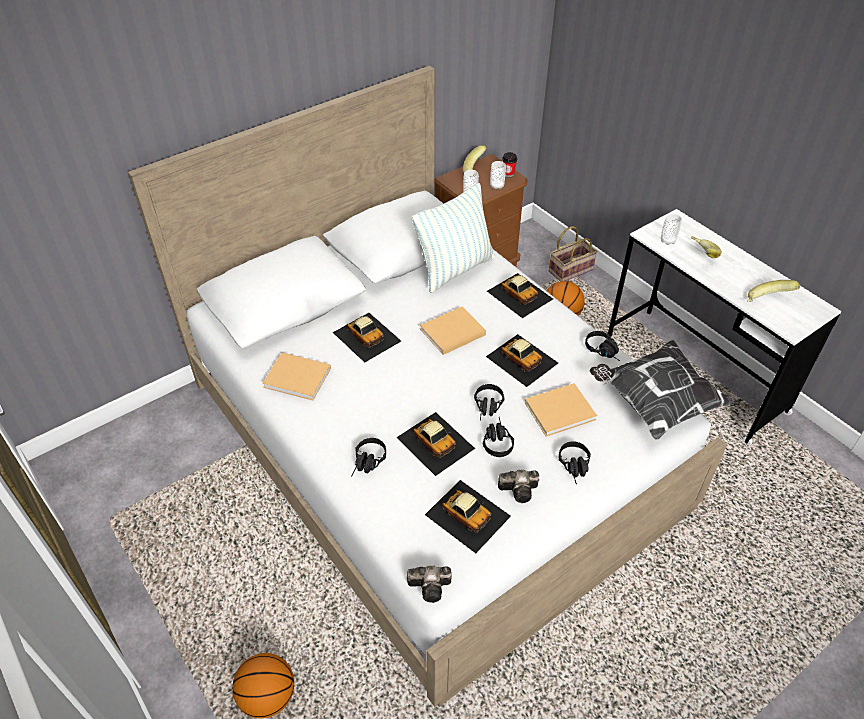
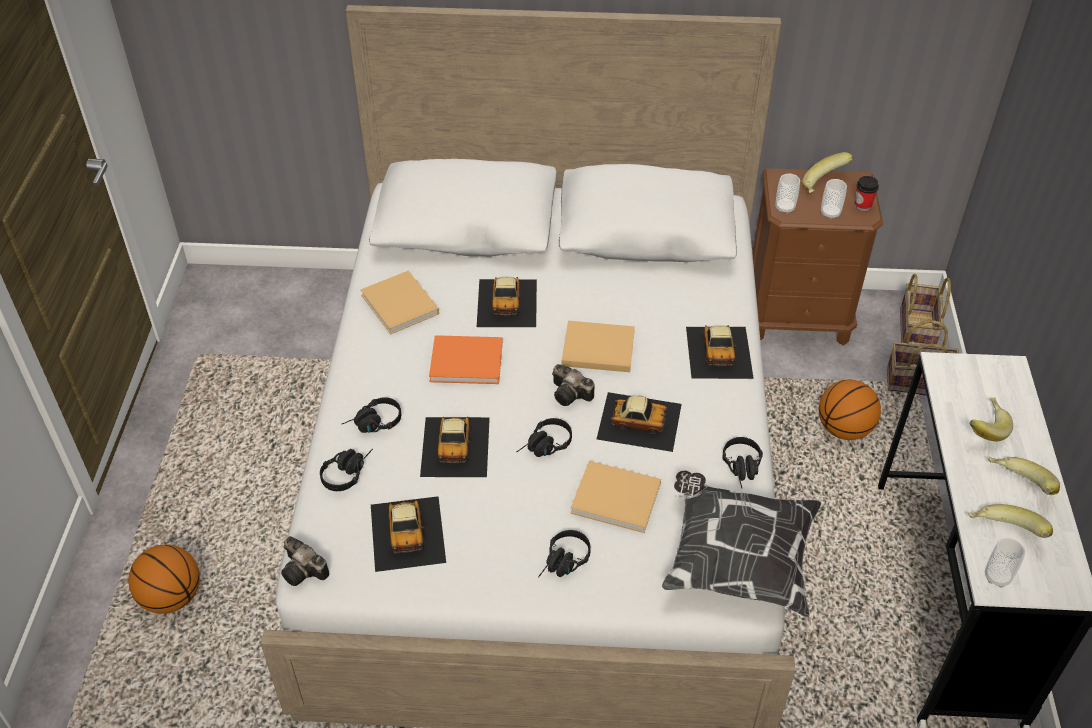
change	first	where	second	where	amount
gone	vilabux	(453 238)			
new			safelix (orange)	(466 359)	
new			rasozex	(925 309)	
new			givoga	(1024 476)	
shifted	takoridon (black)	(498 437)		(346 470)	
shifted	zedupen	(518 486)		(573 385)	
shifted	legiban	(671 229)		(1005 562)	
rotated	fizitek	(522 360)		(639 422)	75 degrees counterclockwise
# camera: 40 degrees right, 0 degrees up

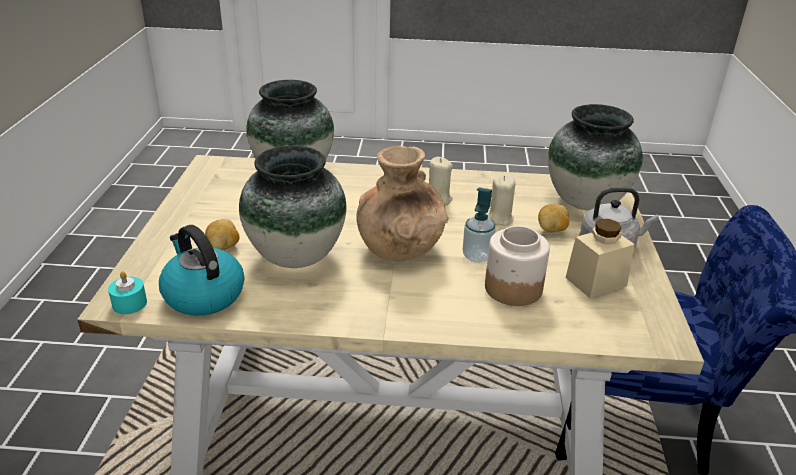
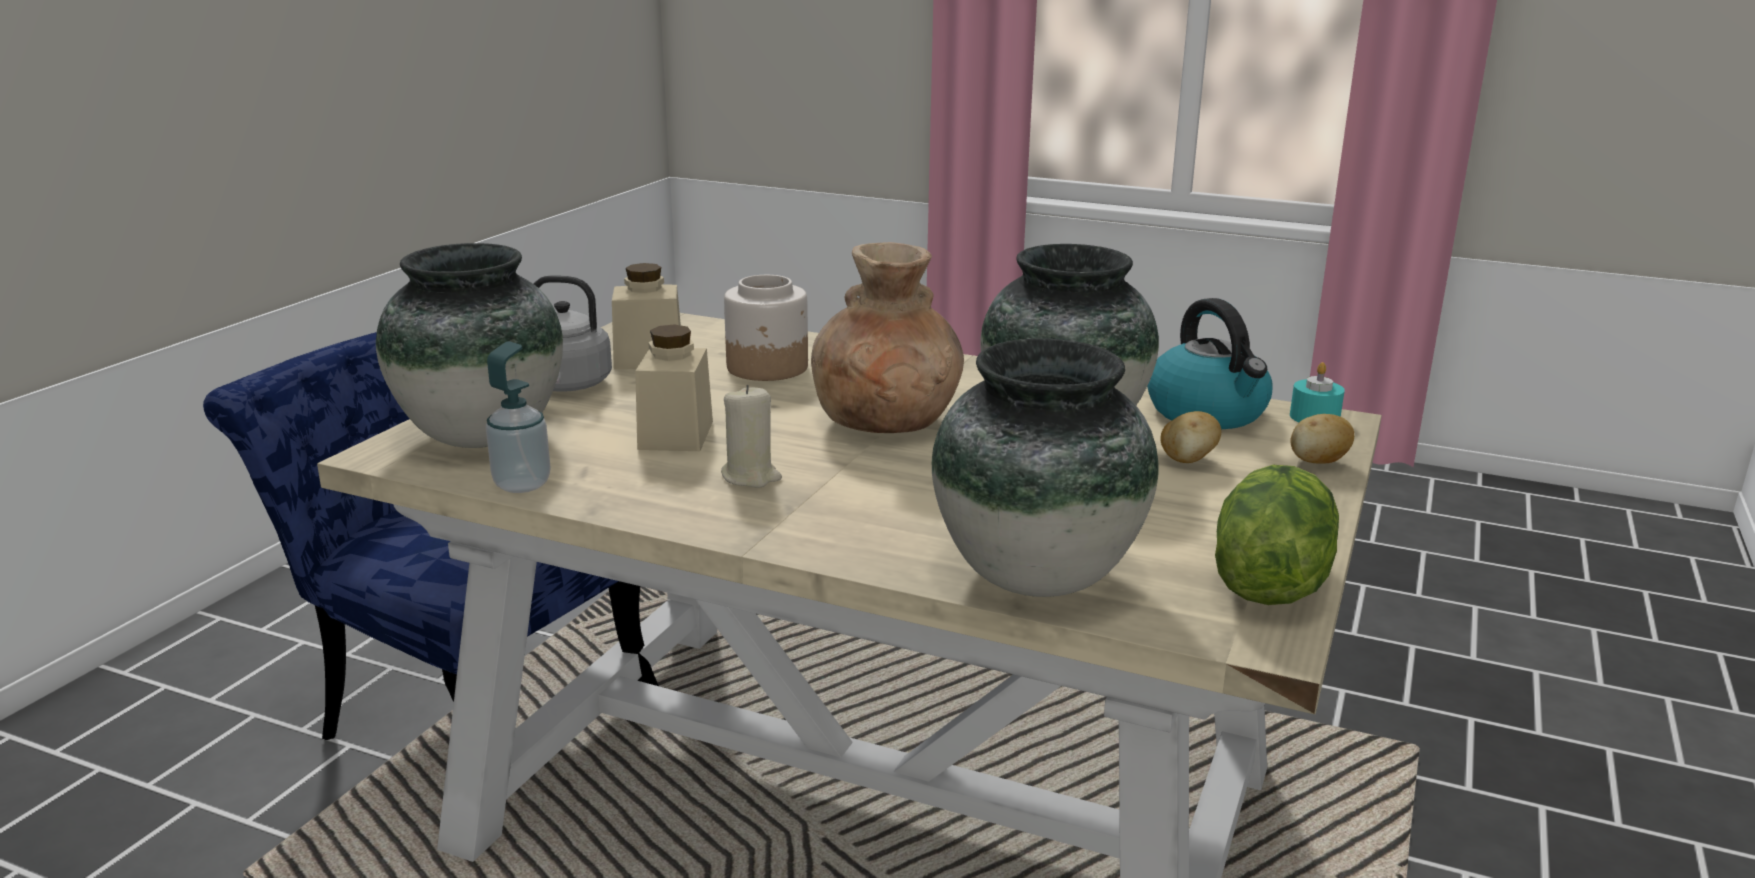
change	first	where	second	where	amount
new			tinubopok	(1277 535)	
shifted	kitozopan	(479 225)		(518 417)	
shifted	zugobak	(553 218)		(1322 438)	
swapped	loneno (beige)	(501 200)	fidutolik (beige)	(674 388)	
# camera: 160 degrees left, 10 degrees down

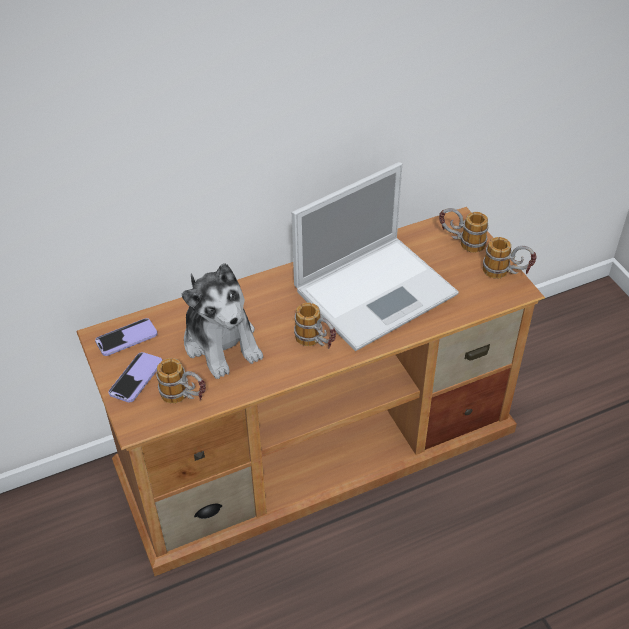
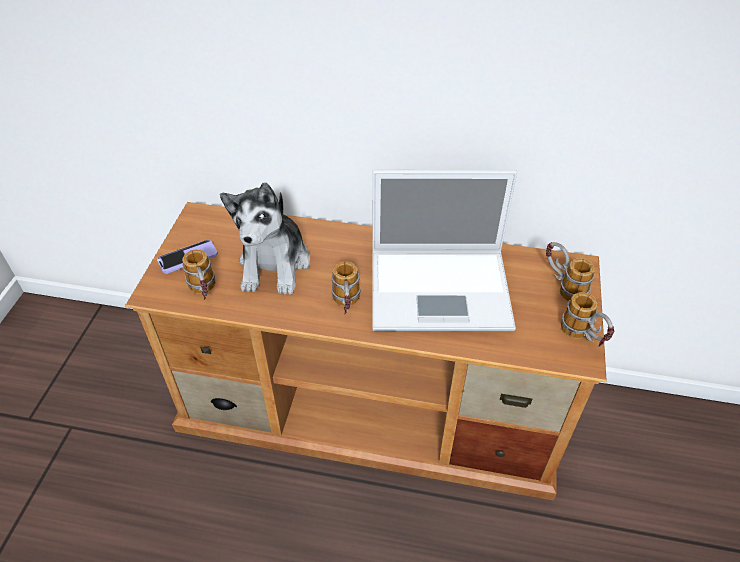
change	first	where	second	where	amount
gone	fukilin	(126 337)			
# camera: 35 degrees right, 0 degrees up

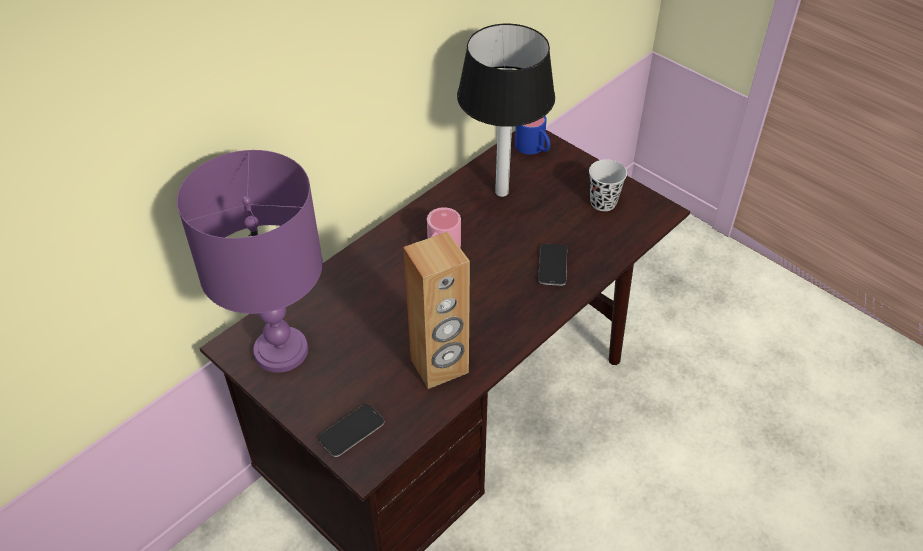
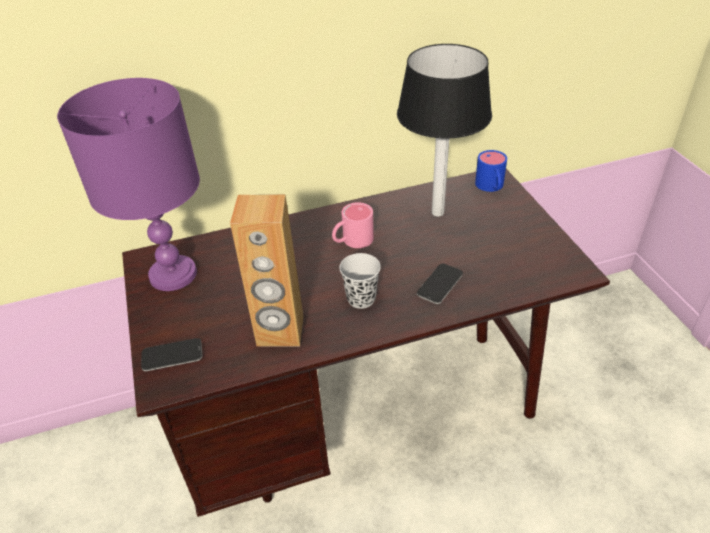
change	first	where	second	where	amount
shifted	legiban (black)	(608 185)		(360 281)	
# camera: 30 degrees right, 5 degrees down

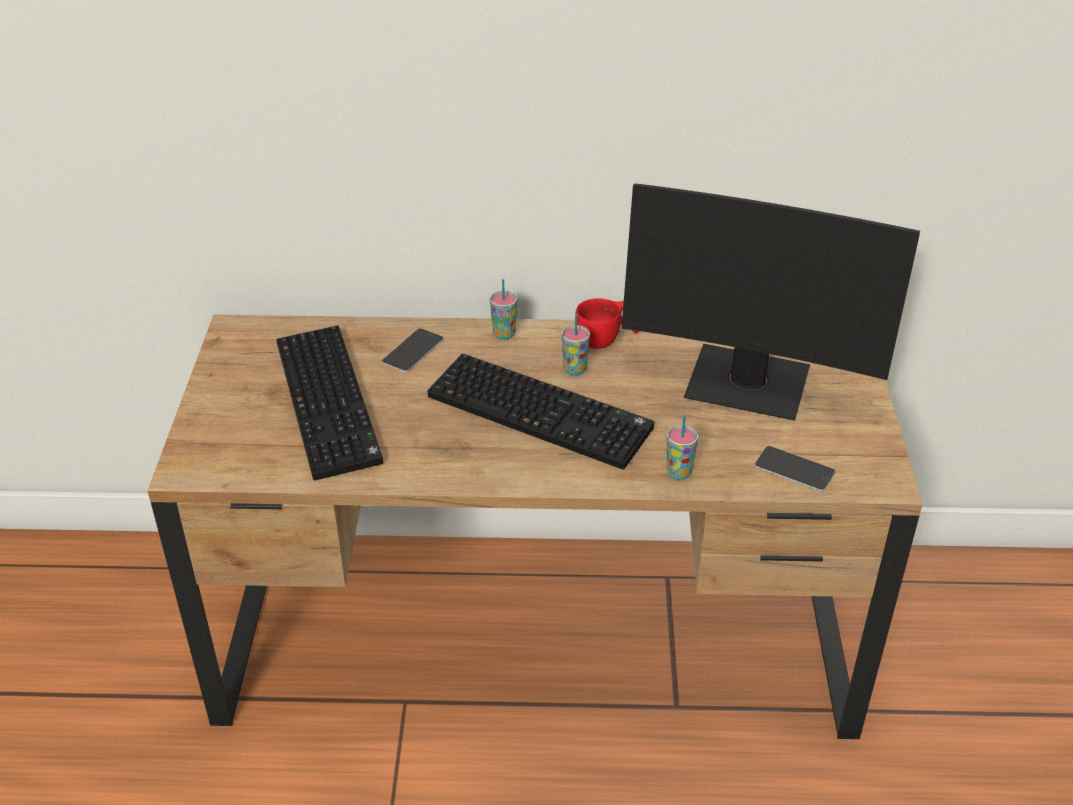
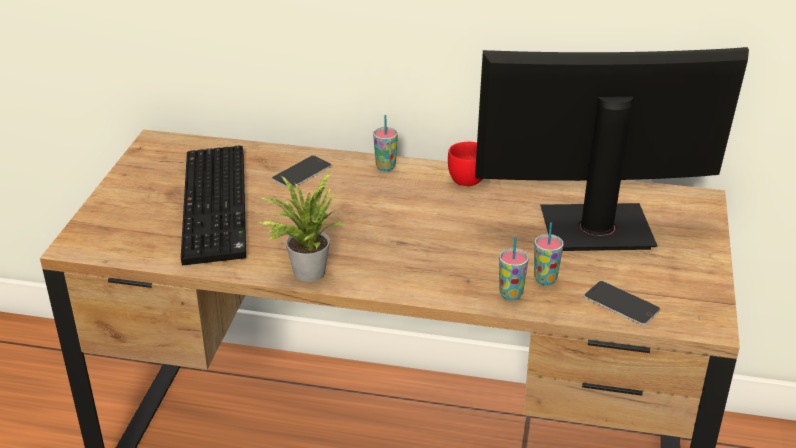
change	first	where	second	where	amount
gone	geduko	(540 412)			
new			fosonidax	(302 227)	
shifted	legiban	(576 345)		(549 253)	
rotated	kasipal	(771 302)		(612 149)	150 degrees clockwise
# camera: 10 degrees right, 5 degrees down

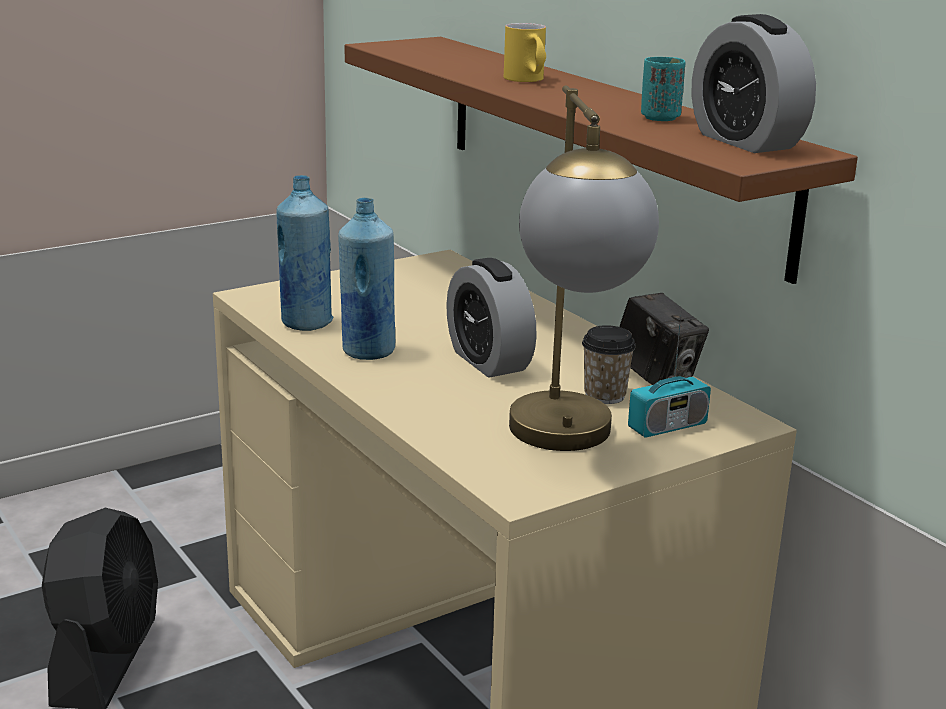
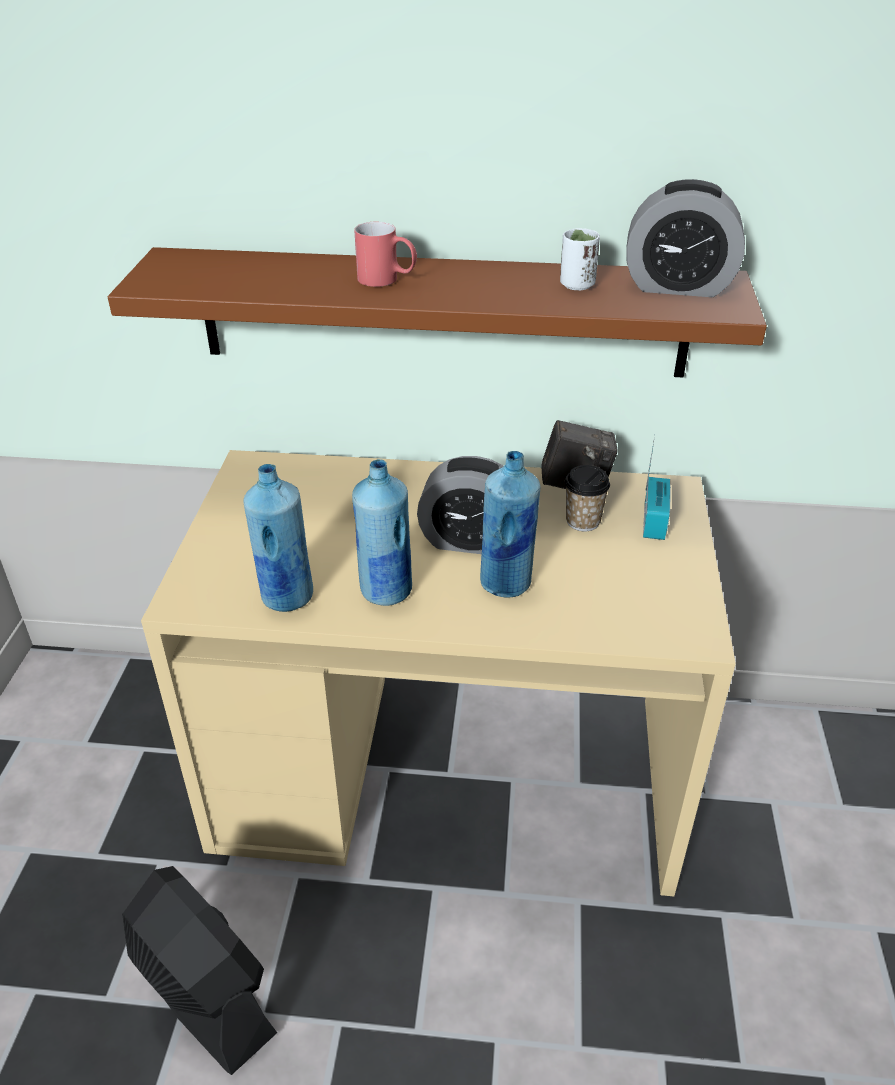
change	first	where	second	where	amount
gone	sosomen	(584 268)			
new			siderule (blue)	(510 524)	
repainted	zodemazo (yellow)	(525 52)	zodemazo (red)	(385 254)	
repainted	legiban (turquoise)	(663 89)	legiban (white)	(580 259)	
# camera: 50 degrees left, 15 degrees up

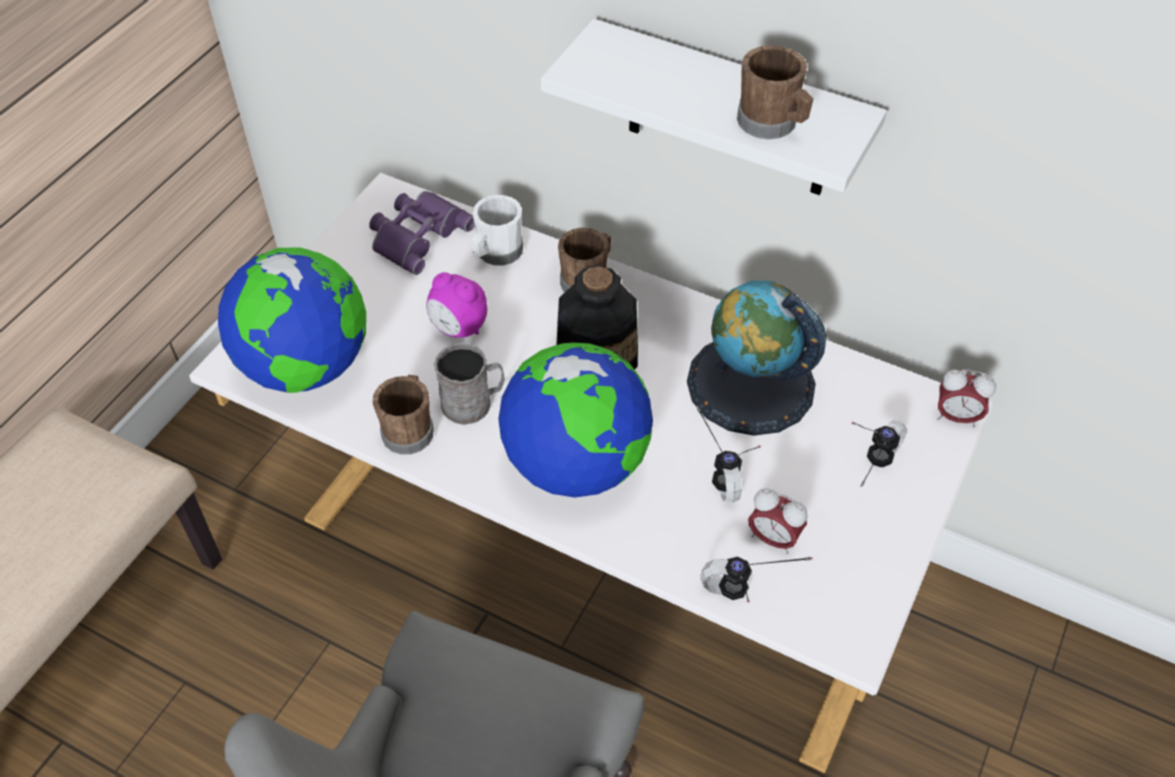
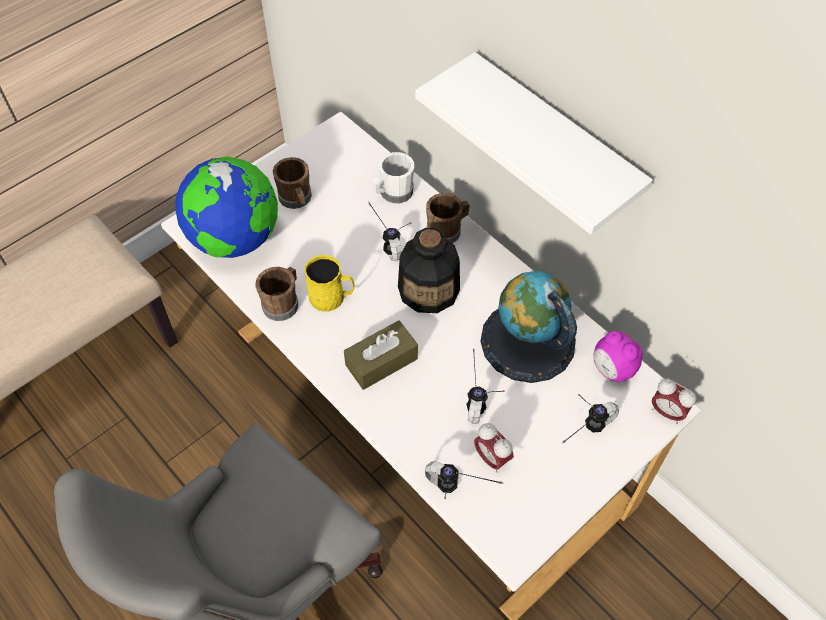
change	first	where	second	where	amount
gone	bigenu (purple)	(422 233)			
new			takoridon	(389 231)	
shifted	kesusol	(456 305)		(618 356)	
shifted	zodemazo (brown)	(775 92)		(292 183)	
swapped	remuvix	(575 420)	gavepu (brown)	(381 355)	
repainted	zodemazo (grey)	(469 384)	zodemazo (yellow)	(329 283)	
# camera: 20 degrees right, 5 degrees up

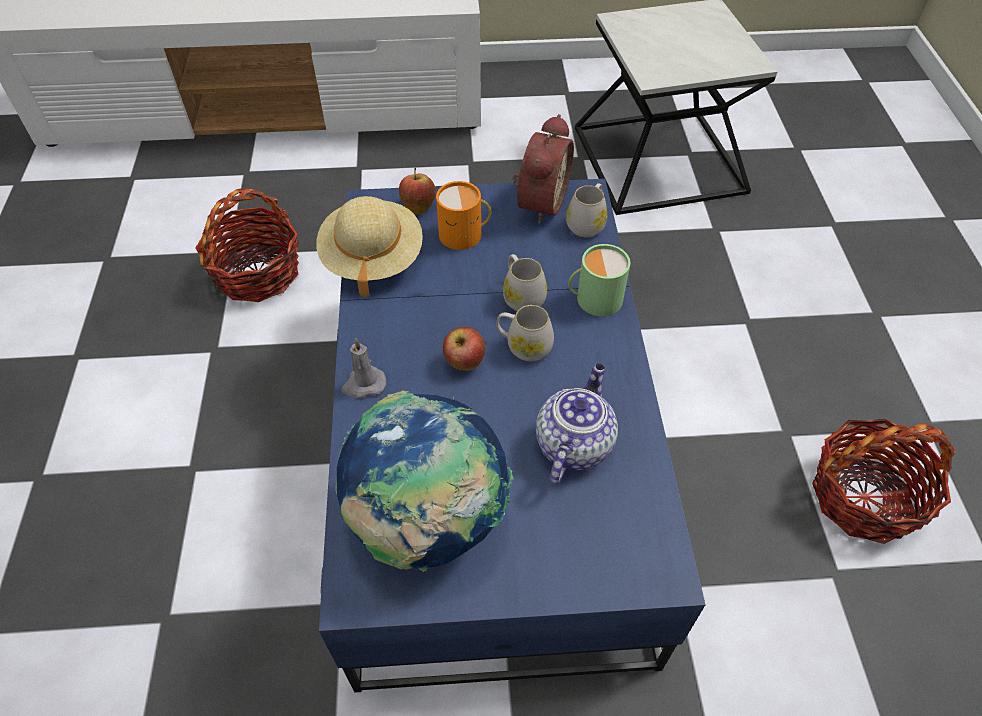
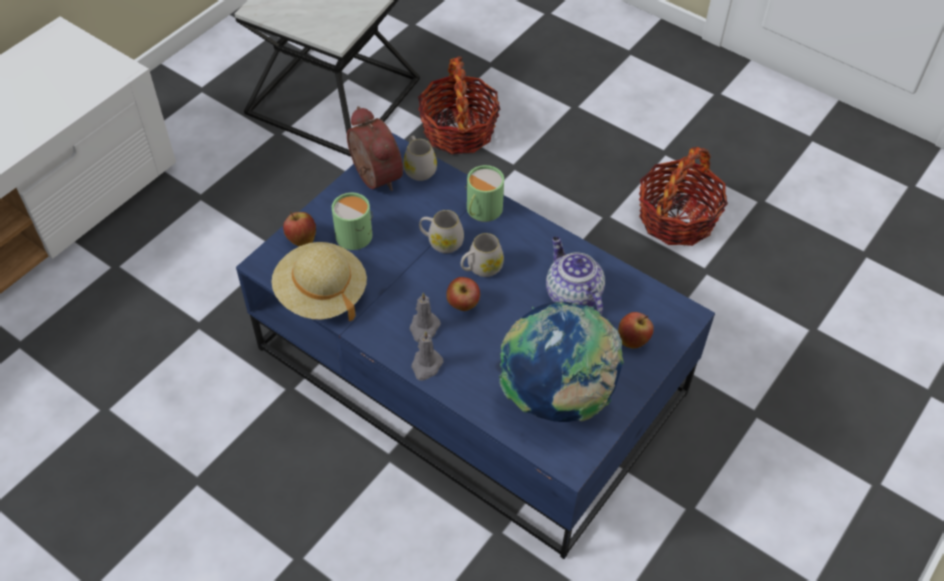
change	first	where	second	where	amount
new			loneno (grey)	(425 317)	
new			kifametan	(636 330)	
shifted	rasozex	(247 245)		(459 105)	
repainted	zodemazo (orange)	(463 215)	zodemazo (green)	(352 221)	
# camera: 50 degrees left, 0 degrees up

